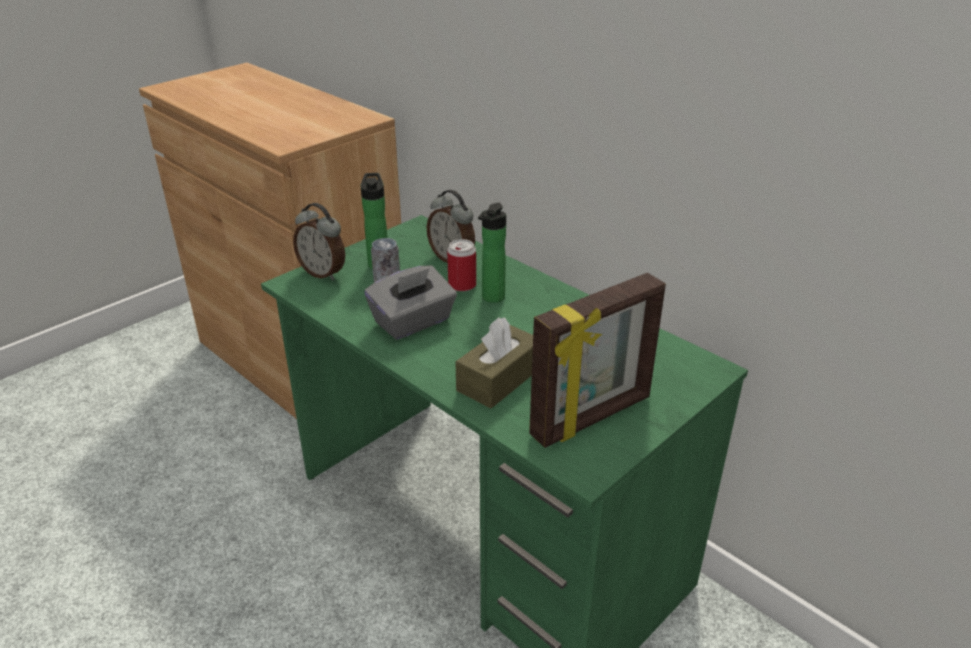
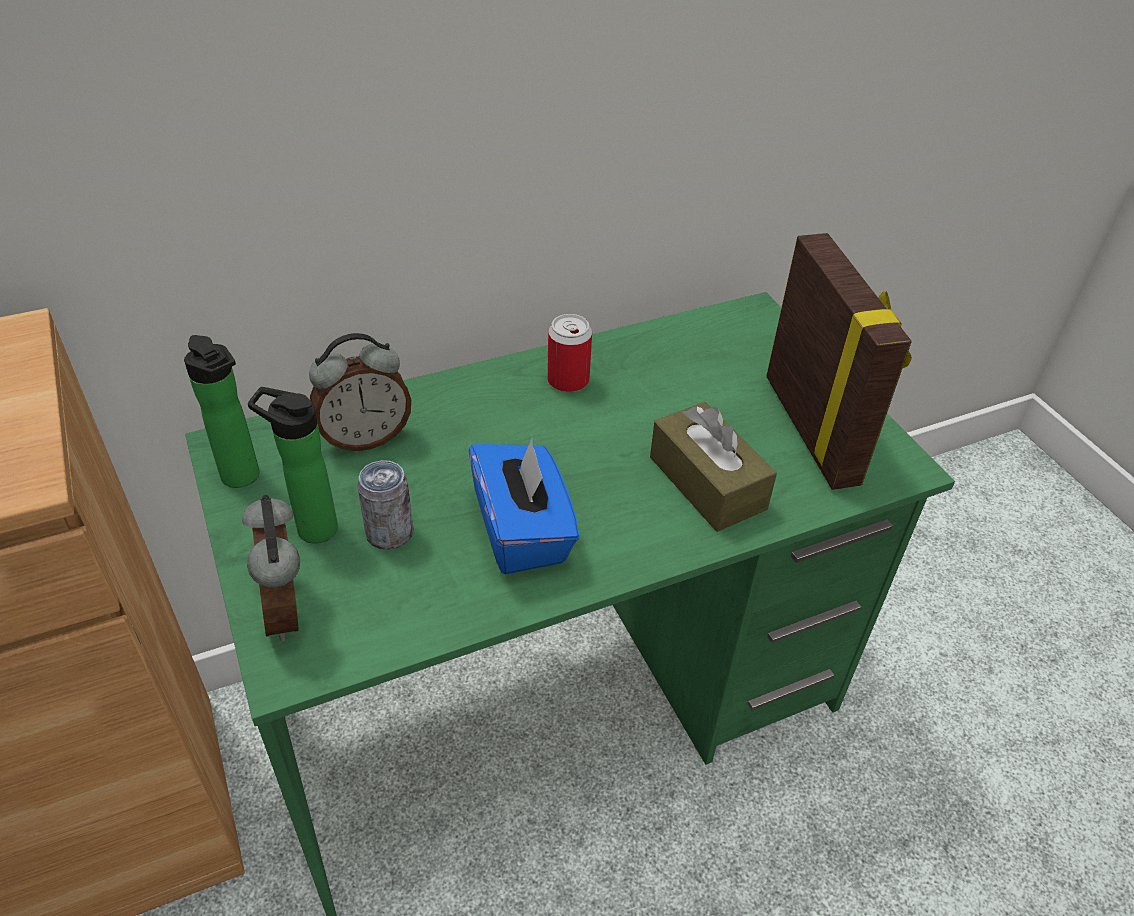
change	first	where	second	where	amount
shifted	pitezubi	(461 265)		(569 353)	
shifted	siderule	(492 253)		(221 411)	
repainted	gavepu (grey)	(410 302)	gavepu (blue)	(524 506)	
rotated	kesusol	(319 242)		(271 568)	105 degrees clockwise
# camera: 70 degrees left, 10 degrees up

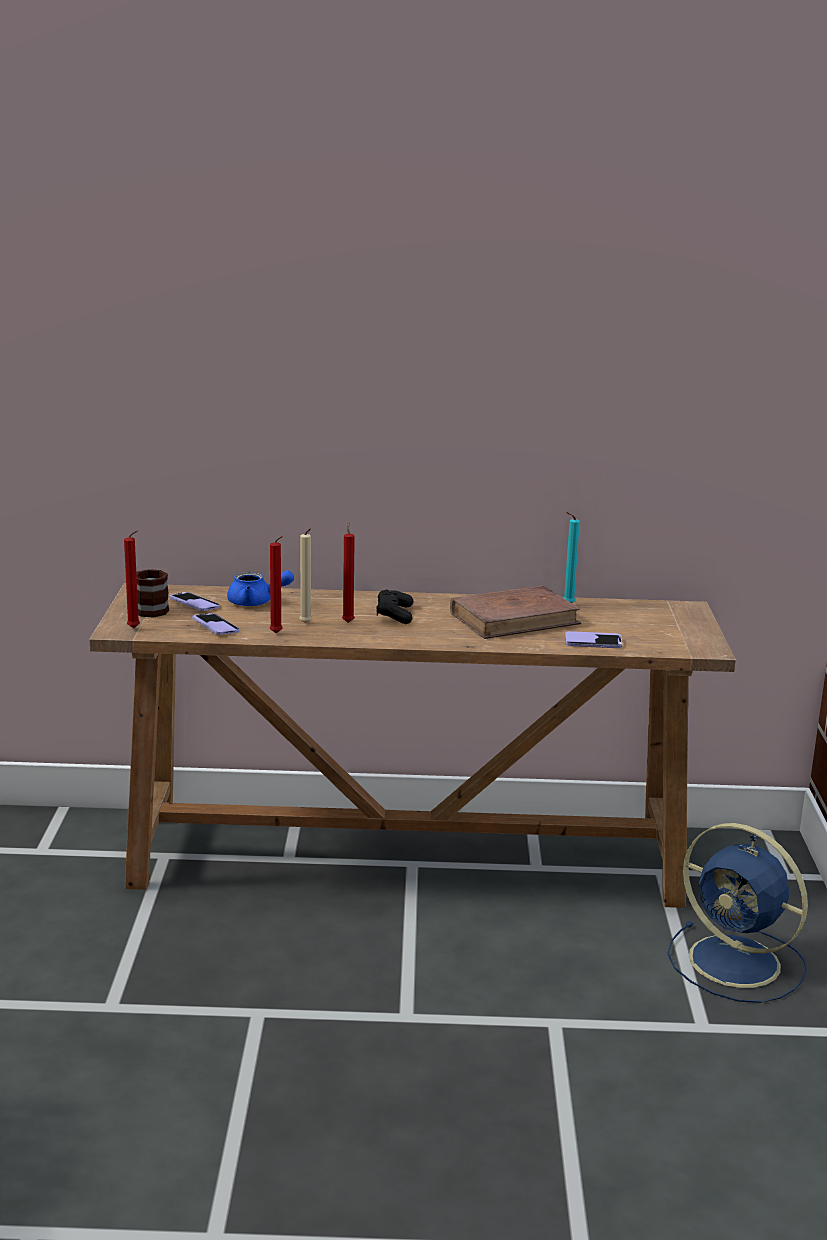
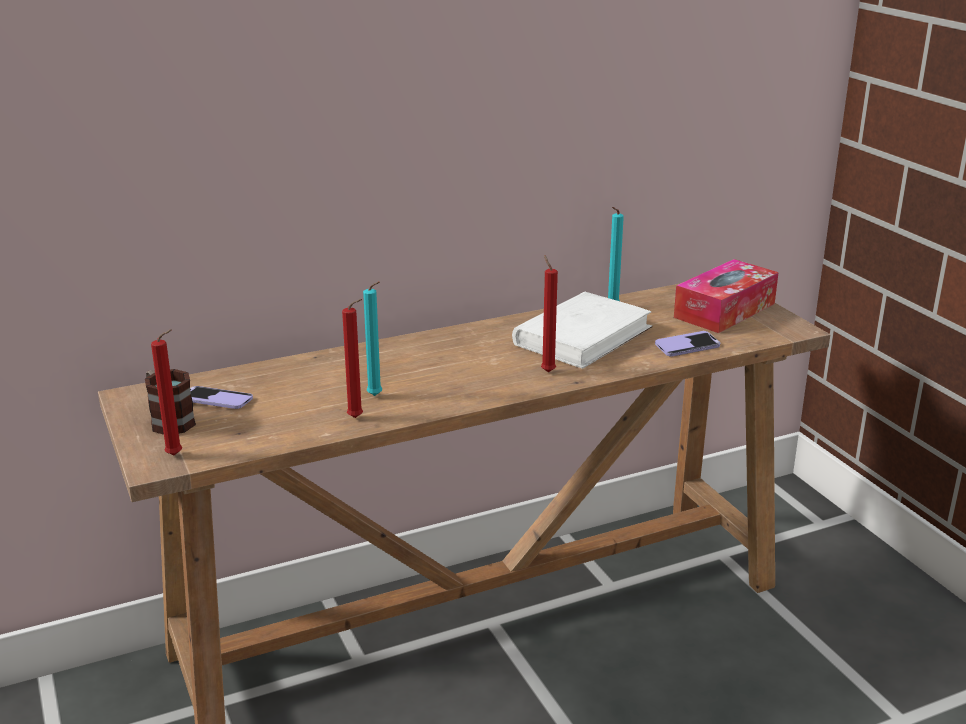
change	first	where	second	where	amount
gone	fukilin	(216 624)			
gone	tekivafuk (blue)	(260 588)			
gone	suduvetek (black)	(394 607)			
gone	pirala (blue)	(737 913)			
new			gavepu	(726 296)	
shifted	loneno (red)	(348 572)		(549 313)	
repainted	loneno (beige)	(305 576)	loneno (turquoise)	(372 338)	
repainted	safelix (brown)	(515 612)	safelix (white)	(582 330)	
# camera: 25 degrees left, 5 degrees up

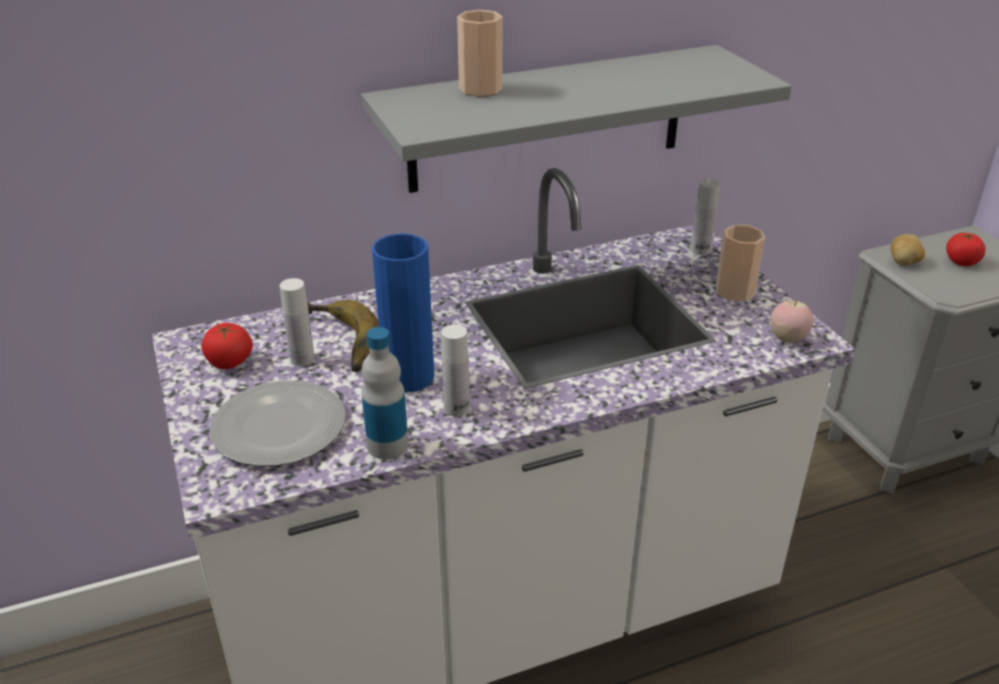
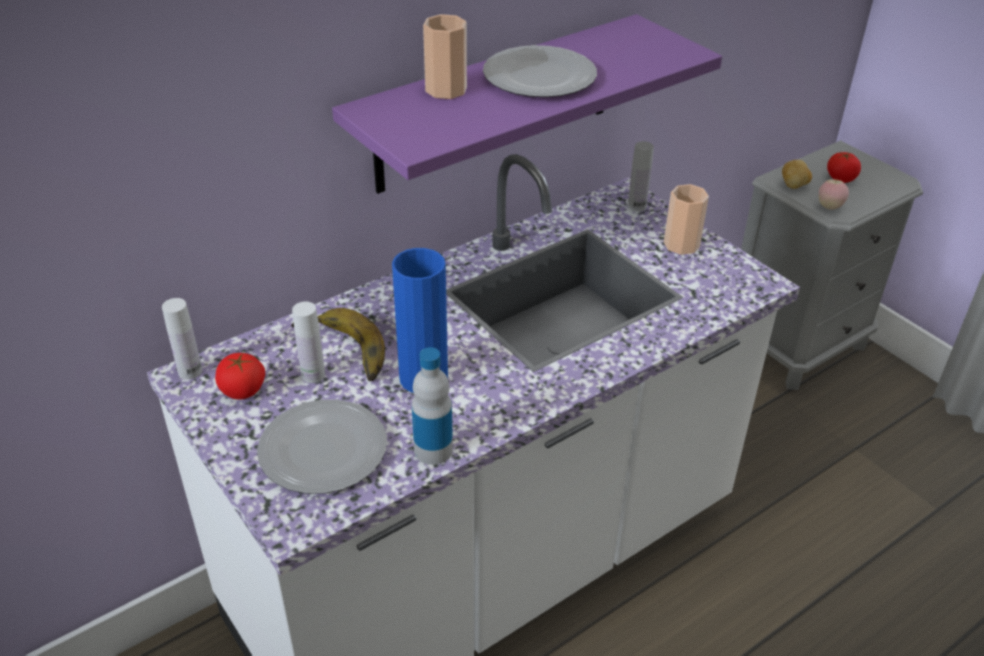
change	first	where	second	where	amount
new			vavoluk	(540 71)	
shifted	siderule (white)	(455 370)		(182 338)	
shifted	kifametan	(792 321)		(834 194)	
repainted	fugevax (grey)	(576 119)	fugevax (purple)	(527 104)	
# camera: 15 degrees left, 5 degrees up

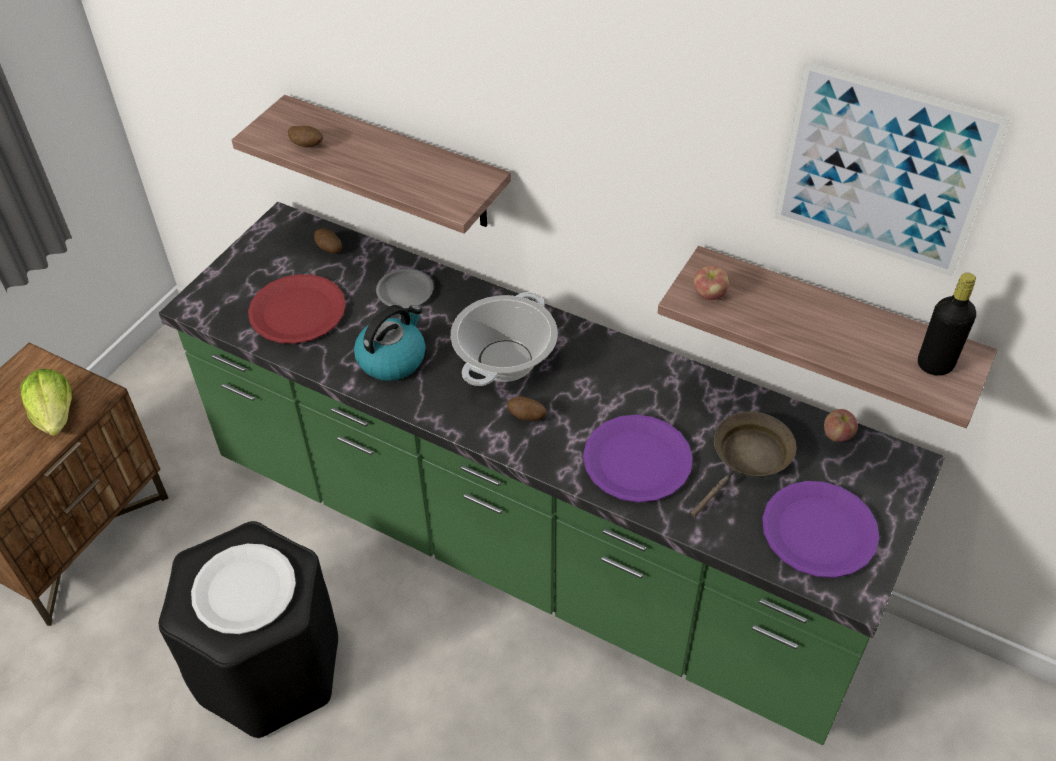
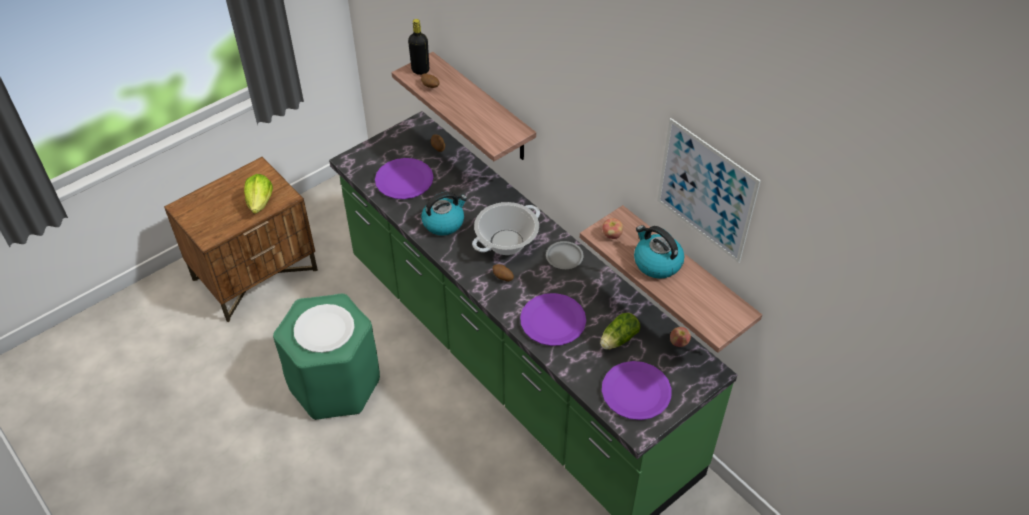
change	first	where	second	where	amount
new			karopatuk	(659 252)	
shifted	vavoluk (grey)	(405 288)		(564 255)	
shifted	siderule (black)	(947 324)		(418 47)	
swapped	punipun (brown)	(743 464)	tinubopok	(620 331)	
repainted	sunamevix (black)	(248 629)	sunamevix (green)	(326 357)	
repainted	vavoluk (red)	(297 309)	vavoluk (purple)	(404 178)	
# camera: 20 degrees right, 0 degrees up

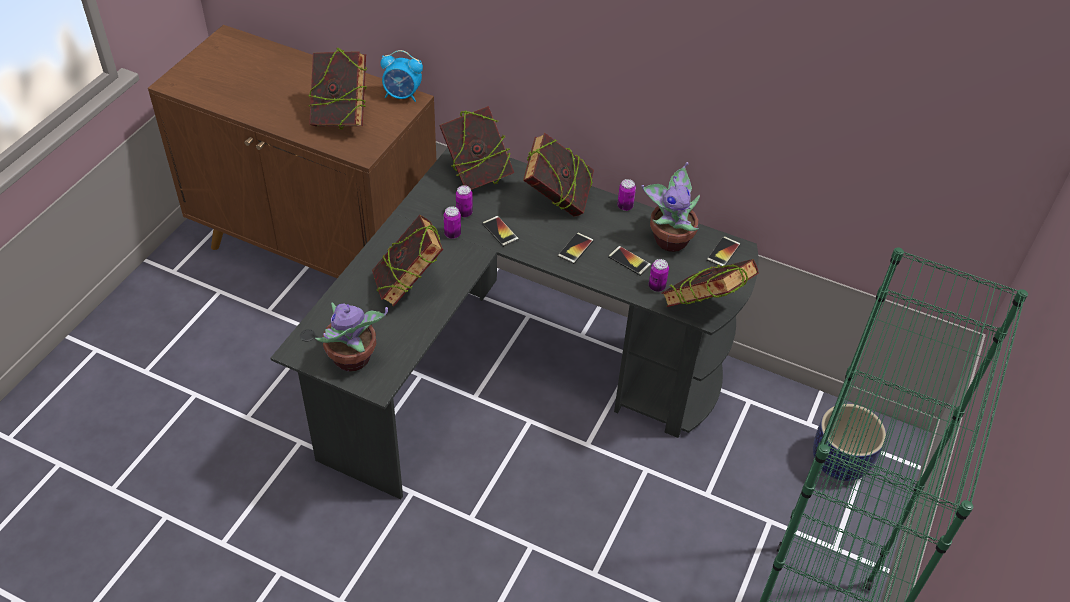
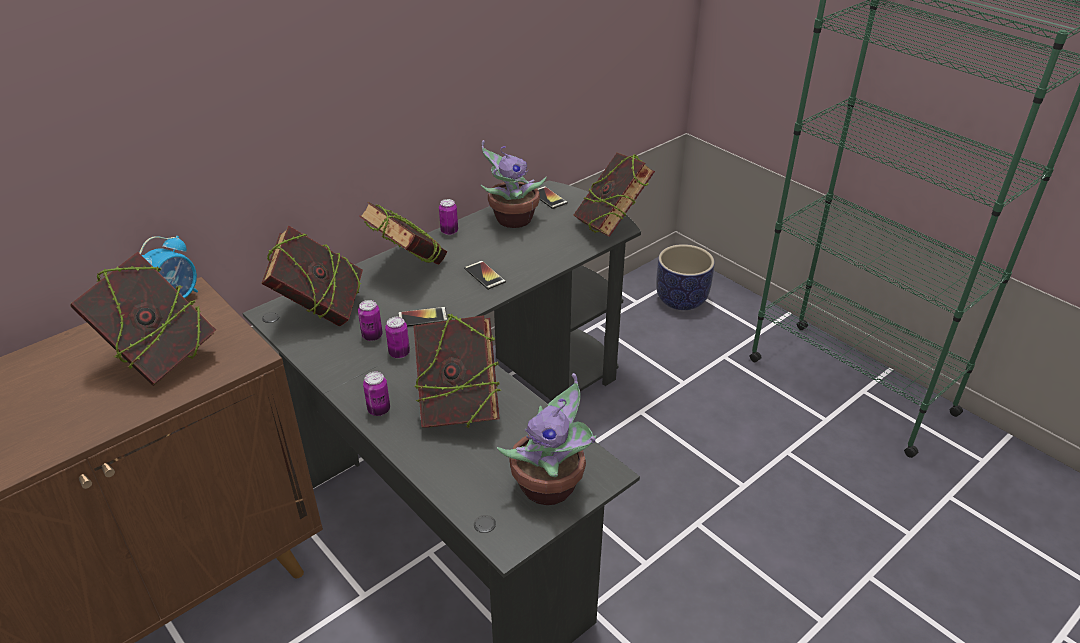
change	first	where	second	where	amount
gone	fukilin	(629 261)			
shifted	pitezubi	(659 275)		(376 394)	
# camera: 65 degrees left, 10 degrees down

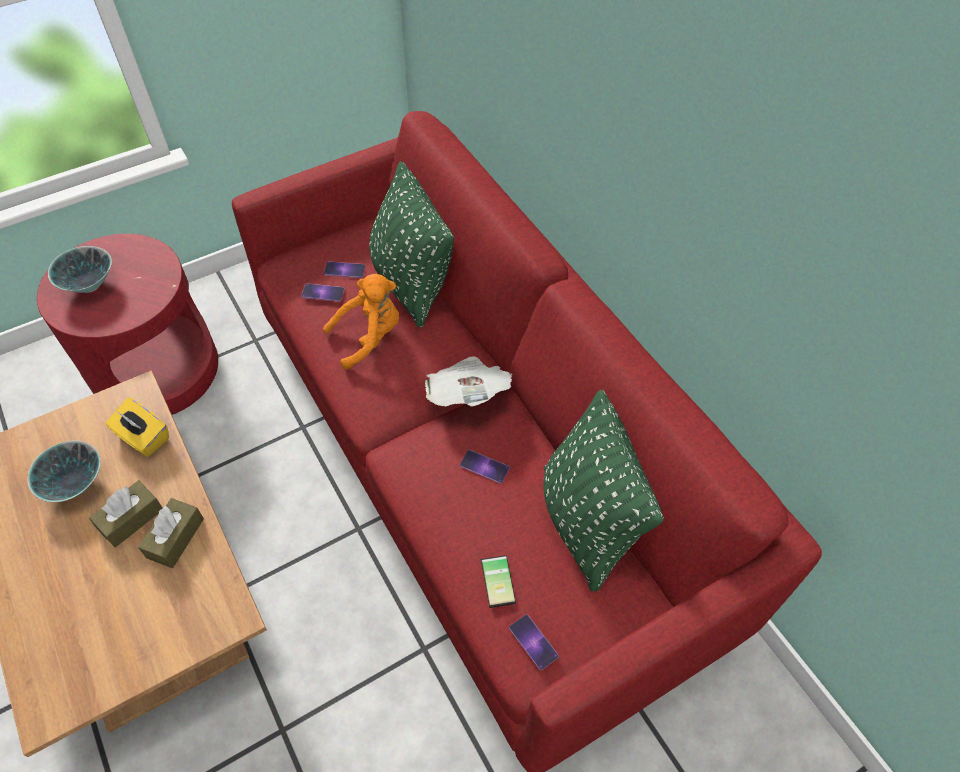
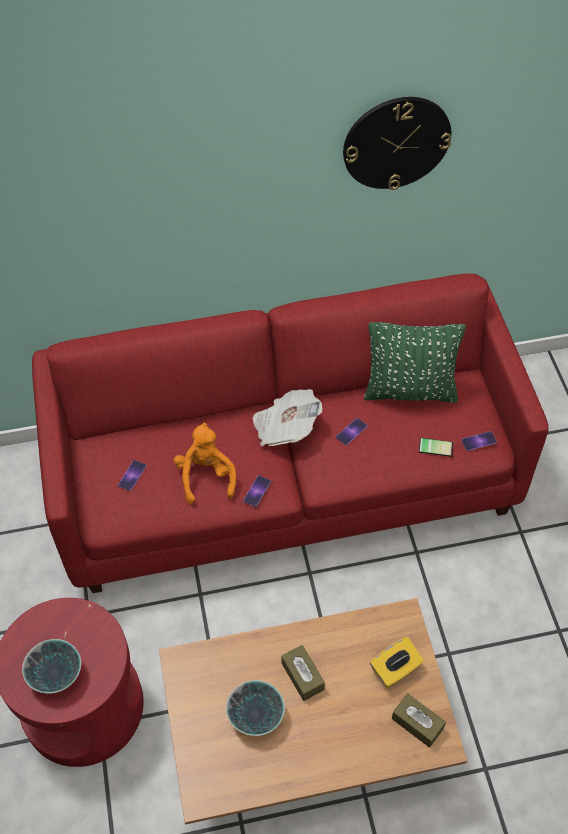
change	first	where	second	where	amount
gone	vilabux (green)	(411 244)			
new			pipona	(397 143)	
shifted	gavepu (yellow)	(137 427)		(397 662)	
shifted	gavepu (brown)	(171 533)		(419 720)	
shifted	fukilin	(322 292)		(257 491)	
# camera: 70 degrees left, 0 degrees up

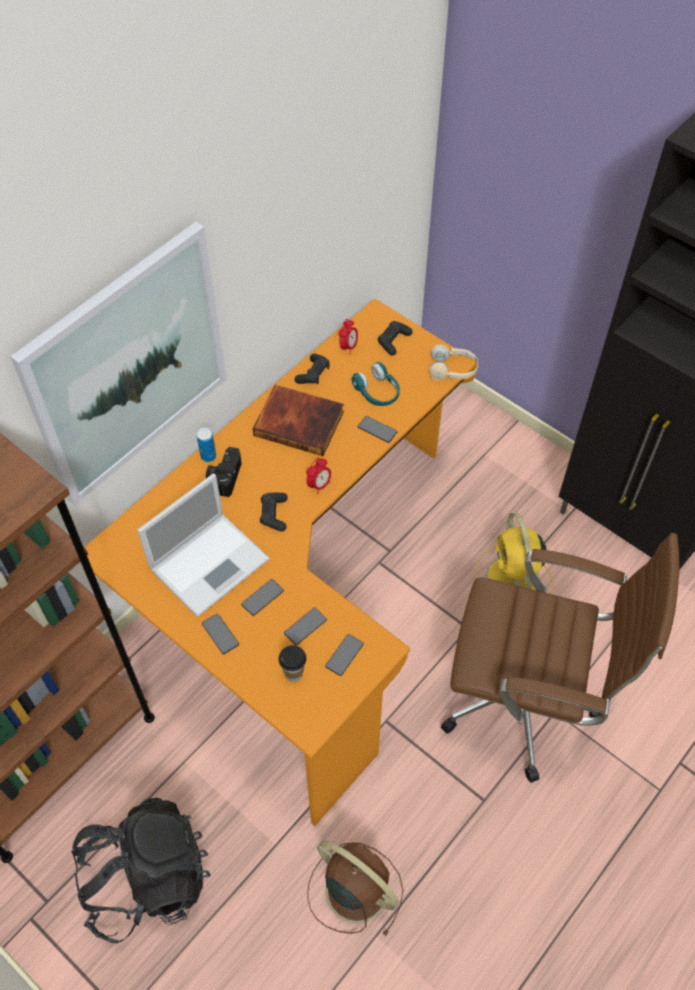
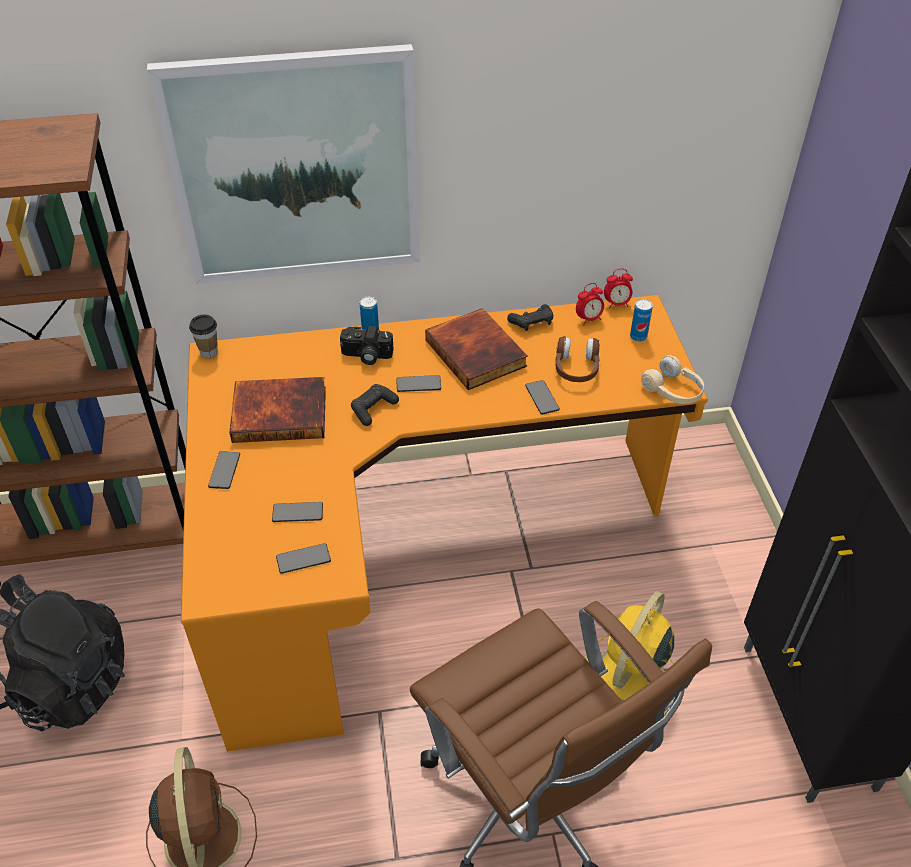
change	first	where	second	where	amount
shifted	fukilin	(262 597)		(418 383)	
shifted	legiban	(292 663)		(203 336)	
shifted	kesusol	(318 476)		(618 289)	
swapped	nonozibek	(203 545)	safelix	(277 410)	
swapped	suduvetek (black)	(395 338)	pitezubi	(641 320)	
repainted	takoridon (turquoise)	(376 384)	takoridon (brown)	(577 359)	
rotated	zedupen	(224 472)		(366 345)	135 degrees counterclockwise
# camera: 40 degrees right, 10 degrees down

